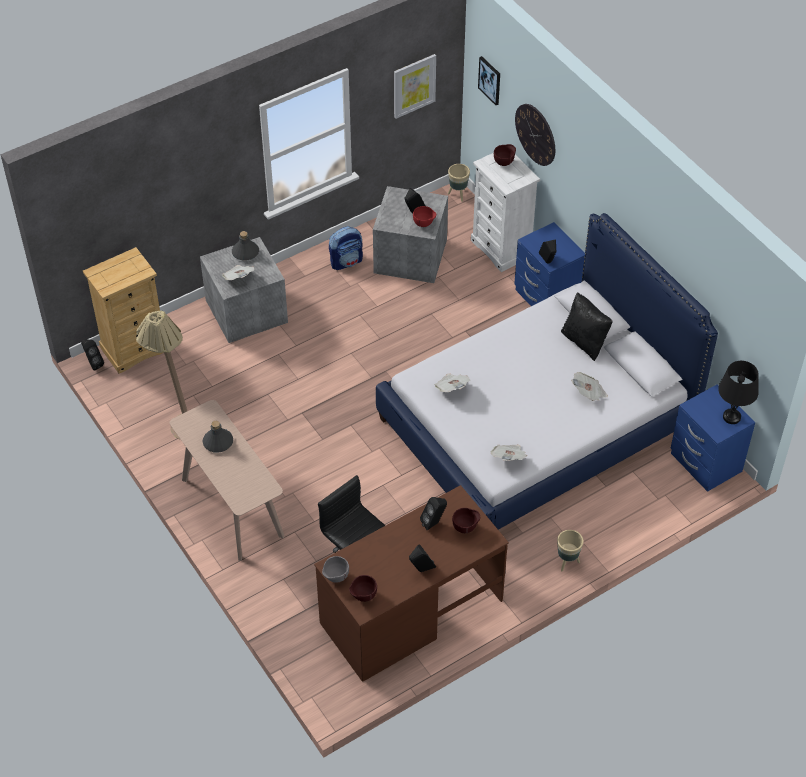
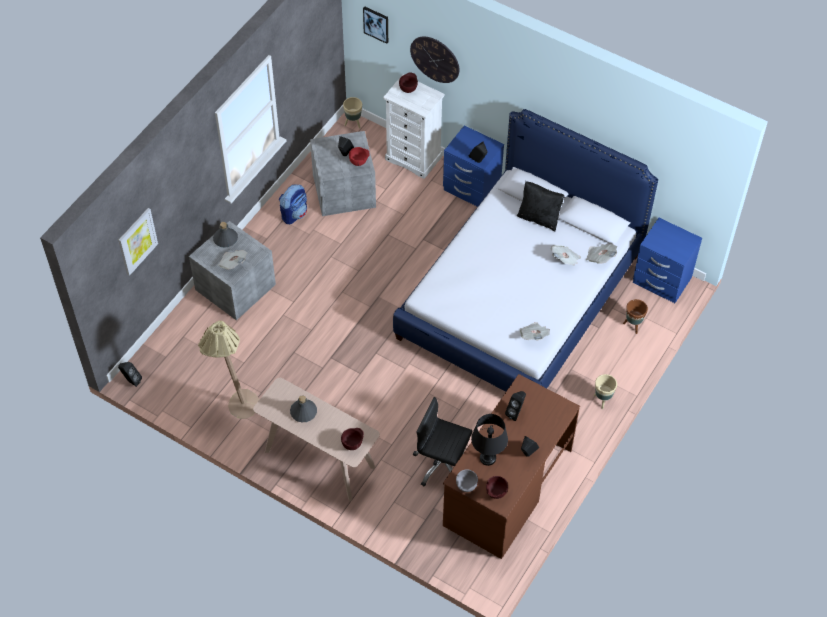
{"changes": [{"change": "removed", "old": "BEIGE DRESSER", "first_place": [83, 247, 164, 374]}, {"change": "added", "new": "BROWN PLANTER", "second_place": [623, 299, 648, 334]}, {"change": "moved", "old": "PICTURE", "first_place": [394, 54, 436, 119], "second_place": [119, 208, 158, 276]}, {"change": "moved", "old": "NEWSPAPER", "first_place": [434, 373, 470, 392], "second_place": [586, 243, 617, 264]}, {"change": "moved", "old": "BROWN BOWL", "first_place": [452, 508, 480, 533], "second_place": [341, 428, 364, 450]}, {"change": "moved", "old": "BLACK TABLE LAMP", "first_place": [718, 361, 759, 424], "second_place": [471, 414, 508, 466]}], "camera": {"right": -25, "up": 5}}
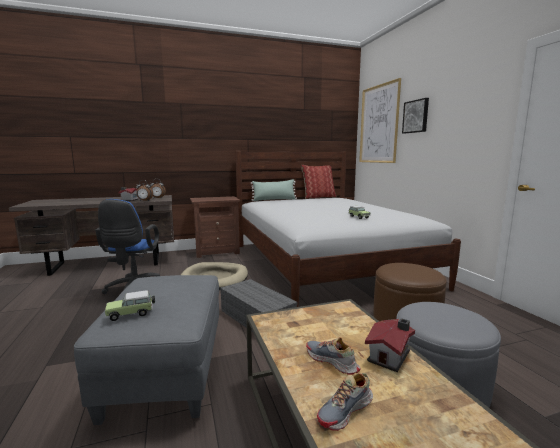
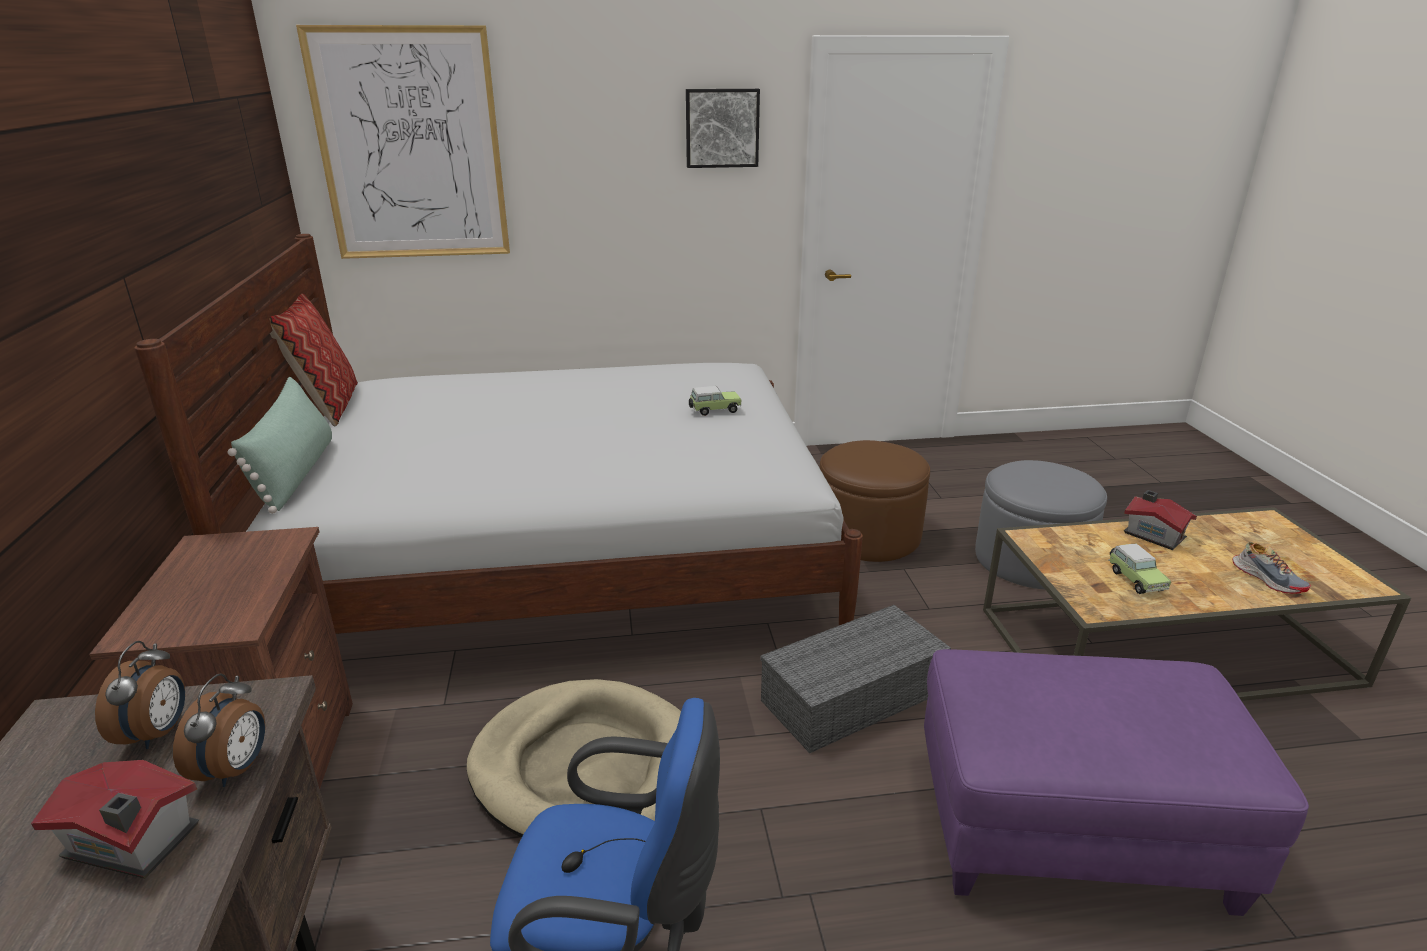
{"changes": [{"change": "removed", "old": "SHOE", "first_place": [306, 338, 361, 375]}, {"change": "moved", "old": "TOY CAR", "first_place": [105, 290, 155, 321], "second_place": [1108, 544, 1171, 594]}, {"change": "moved", "old": "PICTURE", "first_place": [402, 98, 429, 134], "second_place": [686, 89, 760, 168]}, {"change": "recoloured", "old": "GREY OTTOMAN", "new": "PURPLE OTTOMAN", "first_place": [74, 275, 219, 425], "second_place": [924, 649, 1309, 916]}], "camera": {"right": -80, "up": 15}}
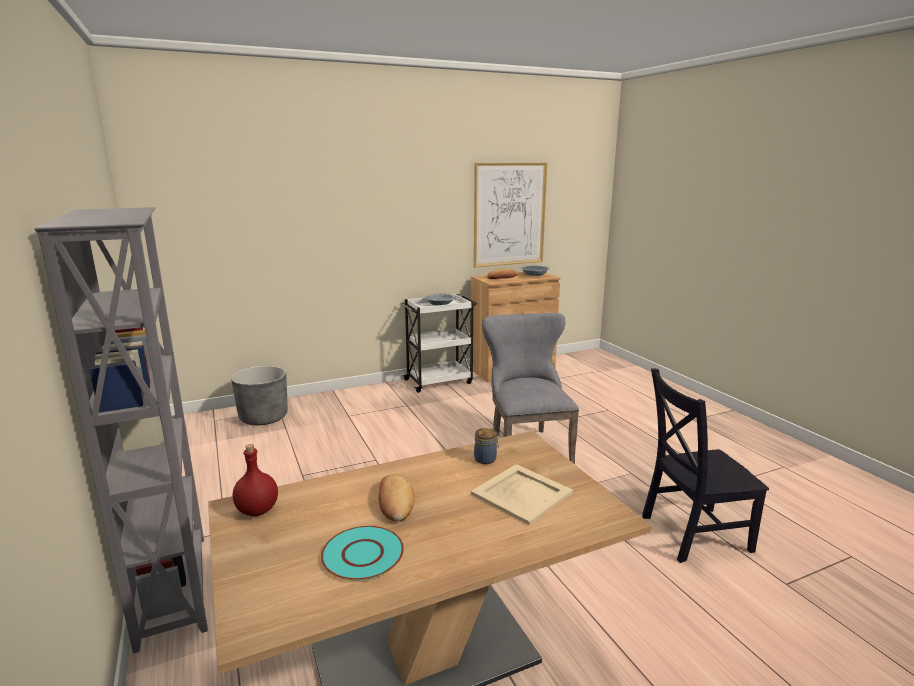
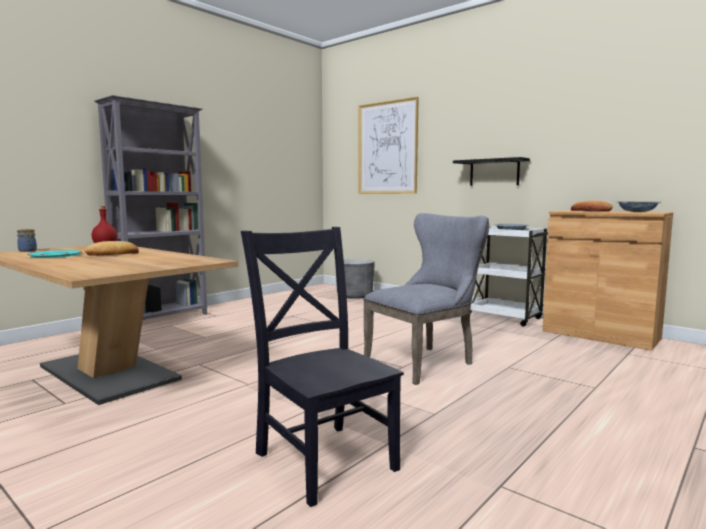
{"changes": [{"change": "removed", "old": "BEIGE TRAY", "first_place": [471, 464, 573, 525]}, {"change": "added", "new": "BLACK SHELF", "second_place": [453, 157, 530, 186]}, {"change": "moved", "old": "PICTURE", "first_place": [474, 162, 548, 267], "second_place": [358, 97, 419, 194]}, {"change": "moved", "old": "JAR", "first_place": [474, 428, 499, 464], "second_place": [17, 229, 37, 252]}], "camera": {"right": 65, "up": -10}}
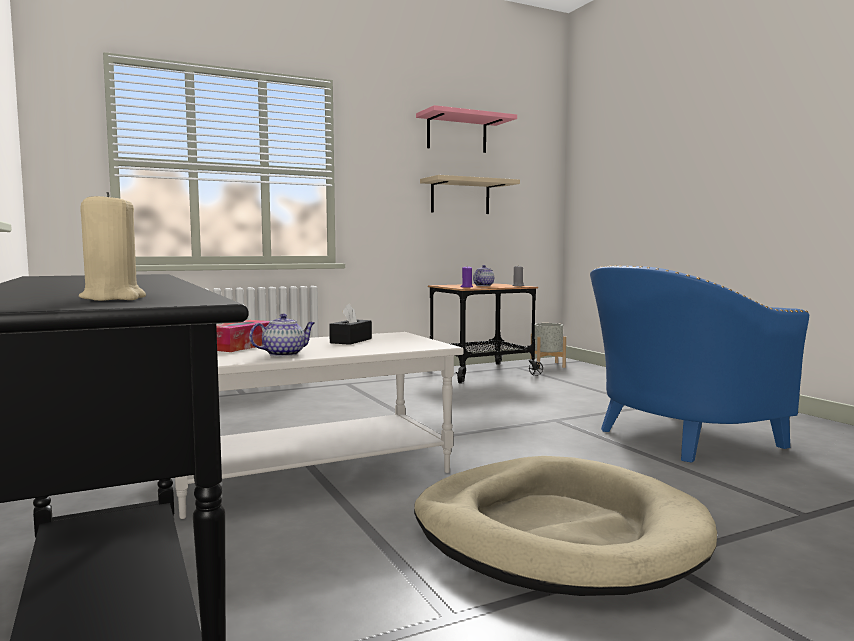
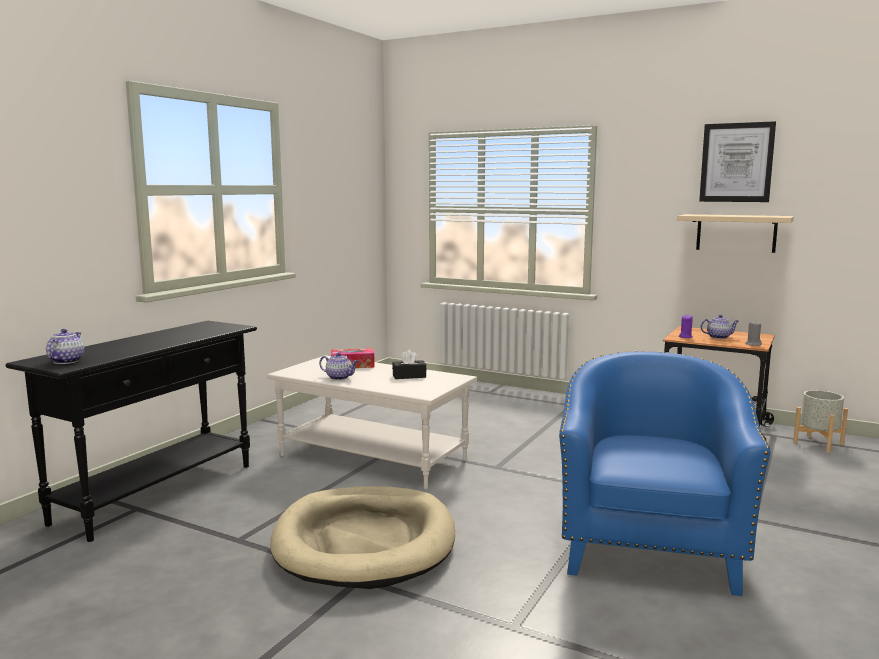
{"changes": [{"change": "replaced", "old": "BEIGE CANDLE", "new": "TEAPOT", "first_place": [79, 192, 146, 301], "second_place": [46, 329, 84, 364]}, {"change": "replaced", "old": "PINK SHELF", "new": "PICTURE", "first_place": [416, 105, 517, 153], "second_place": [699, 121, 776, 202]}, {"change": "turned", "old": "BLUE ARMCHAIR", "first_place": [590, 265, 809, 463], "second_place": [559, 351, 771, 596], "degrees": 75}], "camera": {"right": 55, "up": 5}}
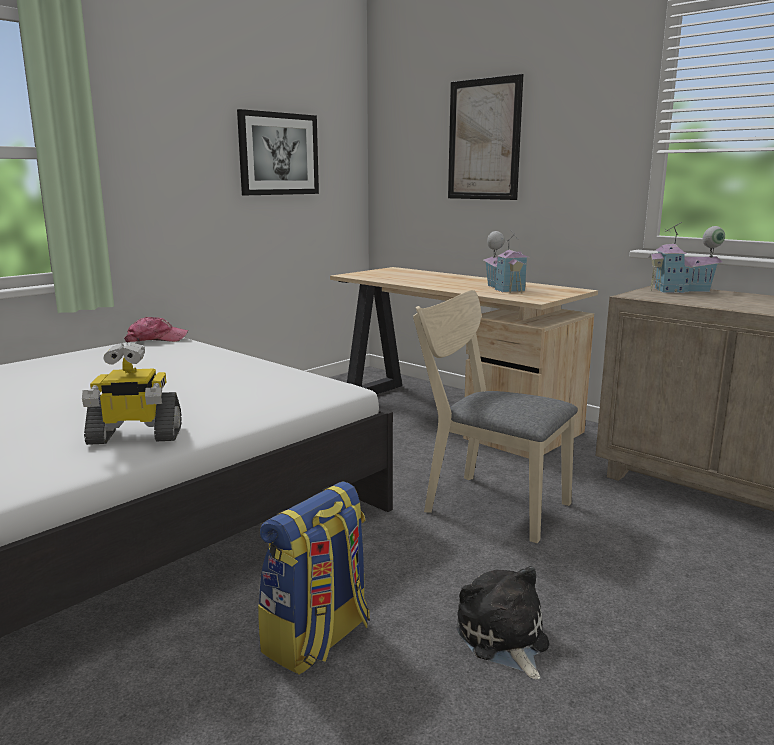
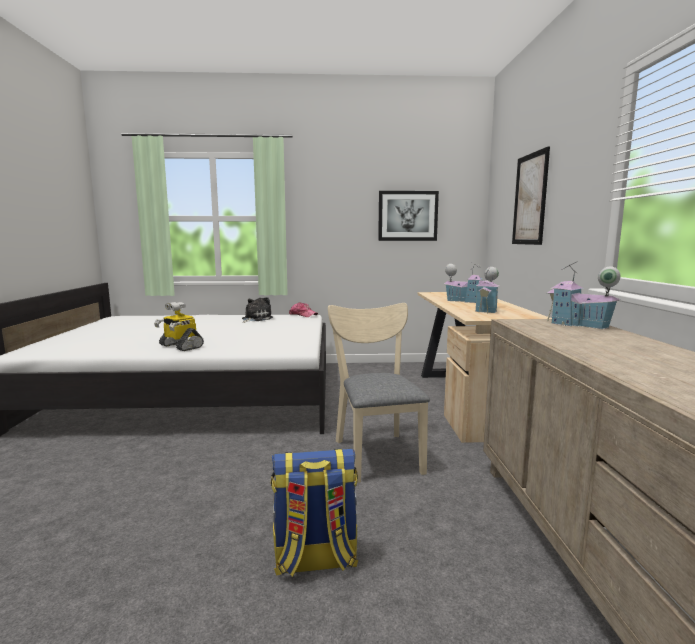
{"changes": [{"change": "added", "new": "TOY HOUSE", "second_place": [444, 262, 484, 303]}, {"change": "moved", "old": "BACKPACK", "first_place": [258, 481, 370, 675], "second_place": [271, 449, 358, 577]}, {"change": "moved", "old": "PLUSH TOY", "first_place": [457, 566, 549, 680], "second_place": [242, 297, 273, 323]}], "camera": {"right": 45, "up": -5}}
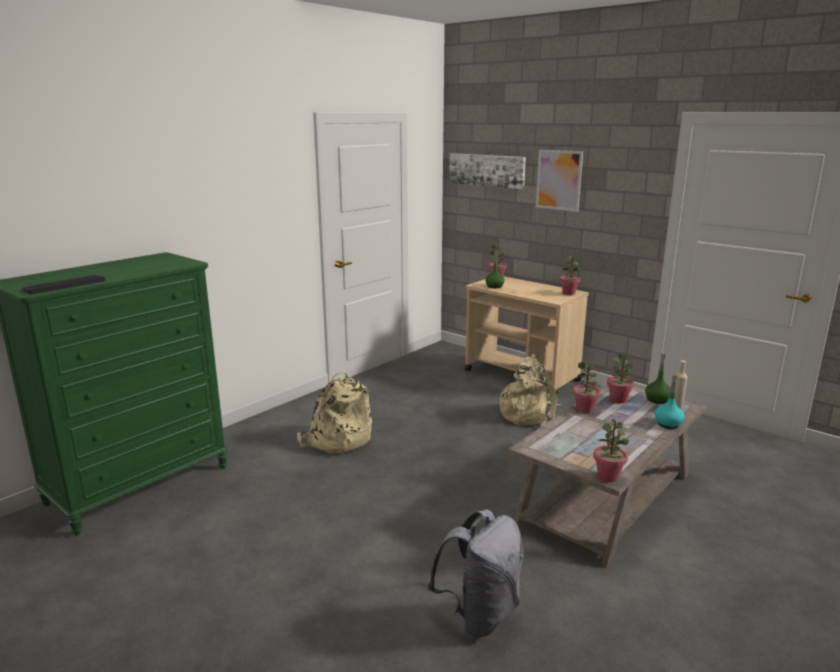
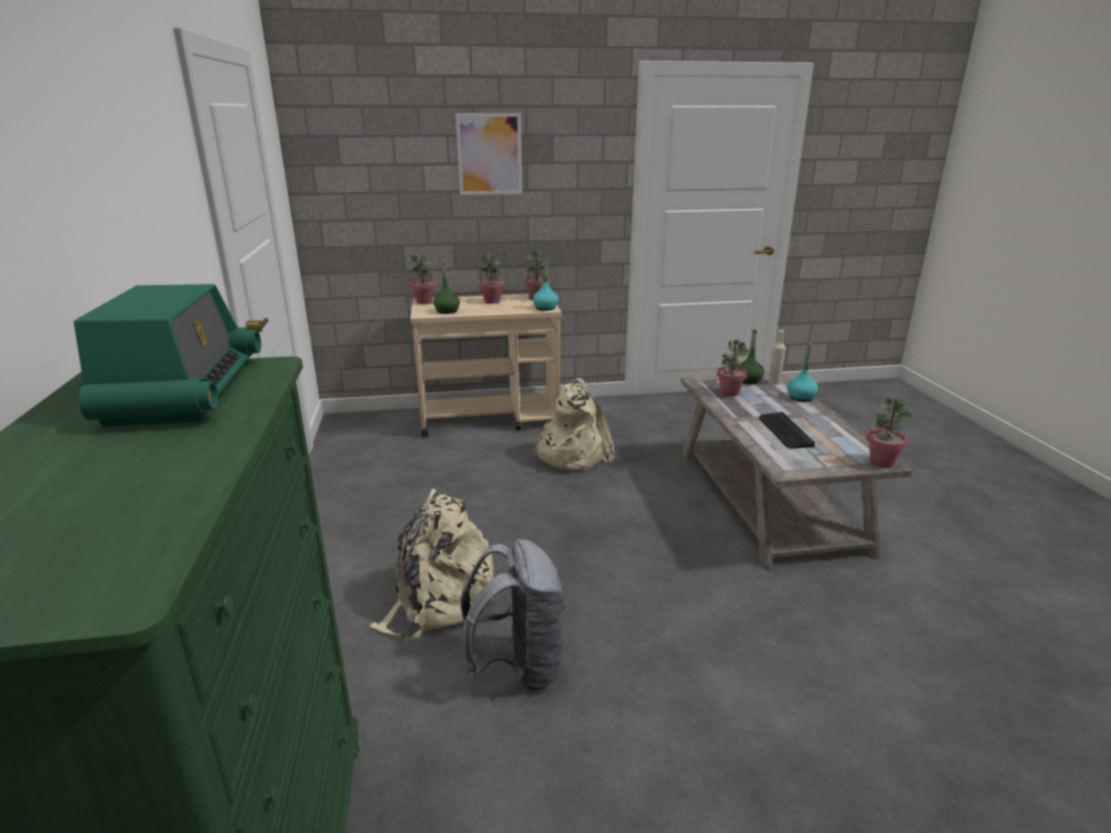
{"changes": [{"change": "removed", "old": "PICTURE", "first_place": [449, 153, 526, 189]}, {"change": "added", "new": "RADIO", "second_place": [74, 284, 261, 427]}, {"change": "added", "new": "TURQUOISE BOTTLE", "second_place": [533, 258, 559, 311]}, {"change": "moved", "old": "KEYBOARD", "first_place": [22, 275, 105, 294], "second_place": [759, 412, 815, 449]}, {"change": "moved", "old": "GREY BACKPACK", "first_place": [428, 509, 524, 637], "second_place": [460, 539, 565, 691]}, {"change": "moved", "old": "POTTED PLANT", "first_place": [573, 362, 601, 413], "second_place": [479, 253, 504, 304]}], "camera": {"right": -50, "up": 5}}
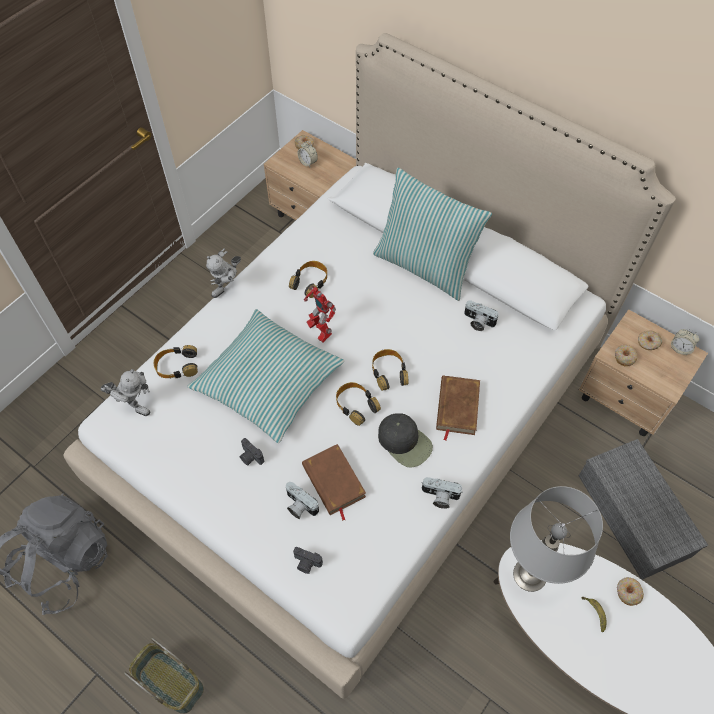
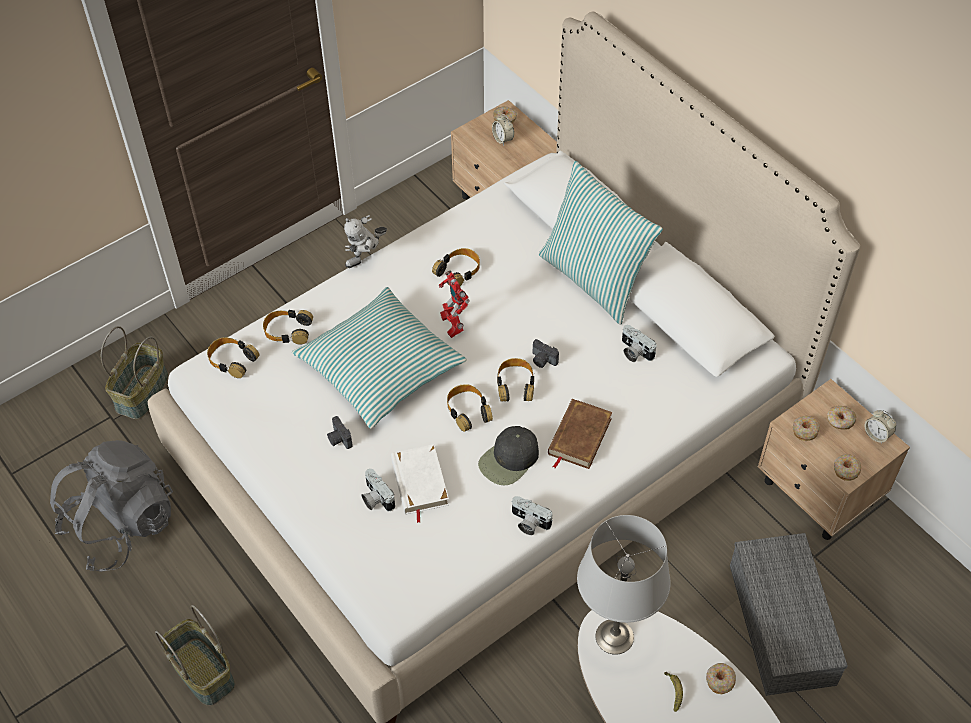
{"changes": [{"change": "added", "new": "BASKET", "second_place": [101, 326, 168, 419]}, {"change": "added", "new": "DONUT", "second_place": [834, 454, 861, 481]}, {"change": "moved", "old": "PHOTO CAMERA", "first_place": [293, 547, 323, 574], "second_place": [533, 339, 559, 368]}, {"change": "replaced", "old": "TOY ROBOT", "new": "HEADPHONES", "first_place": [101, 369, 150, 416], "second_place": [207, 337, 260, 378]}, {"change": "recoloured", "old": "BROWN BOOK", "new": "WHITE BOOK", "first_place": [302, 444, 366, 521], "second_place": [391, 444, 449, 523]}, {"change": "turned", "old": "BLACK CAP", "first_place": [378, 413, 433, 468], "second_place": [478, 426, 539, 486], "degrees": 75}], "camera": {"right": 15, "up": -5}}
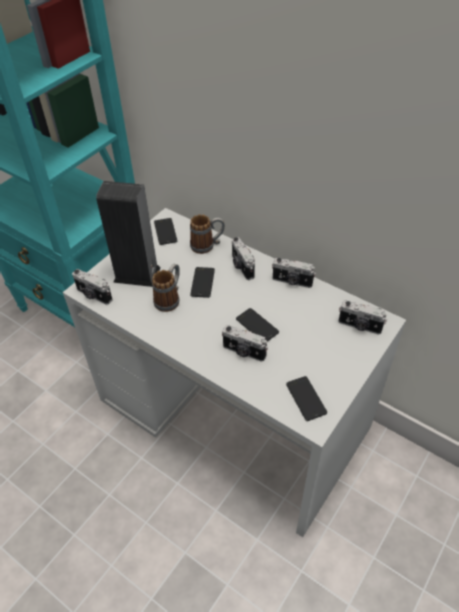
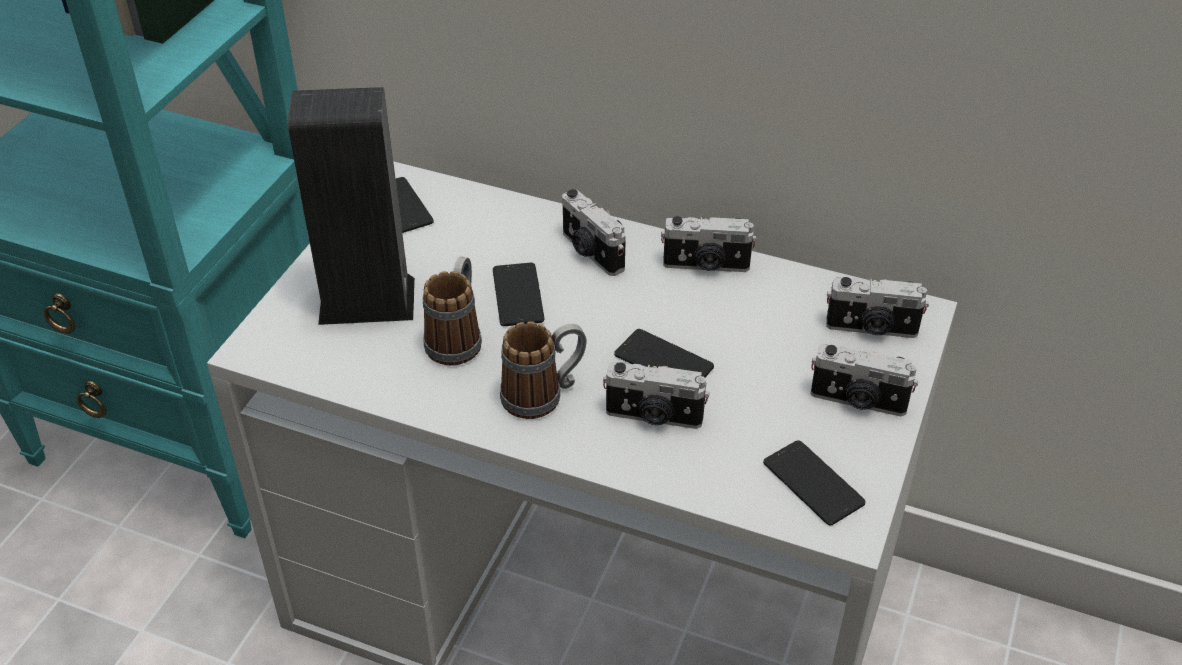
{"changes": [{"change": "moved", "old": "PHOTO CAMERA", "first_place": [72, 269, 112, 305], "second_place": [811, 344, 918, 416]}, {"change": "moved", "old": "MUG", "first_place": [190, 214, 225, 254], "second_place": [500, 321, 587, 419]}], "camera": {"right": -15, "up": -5}}
